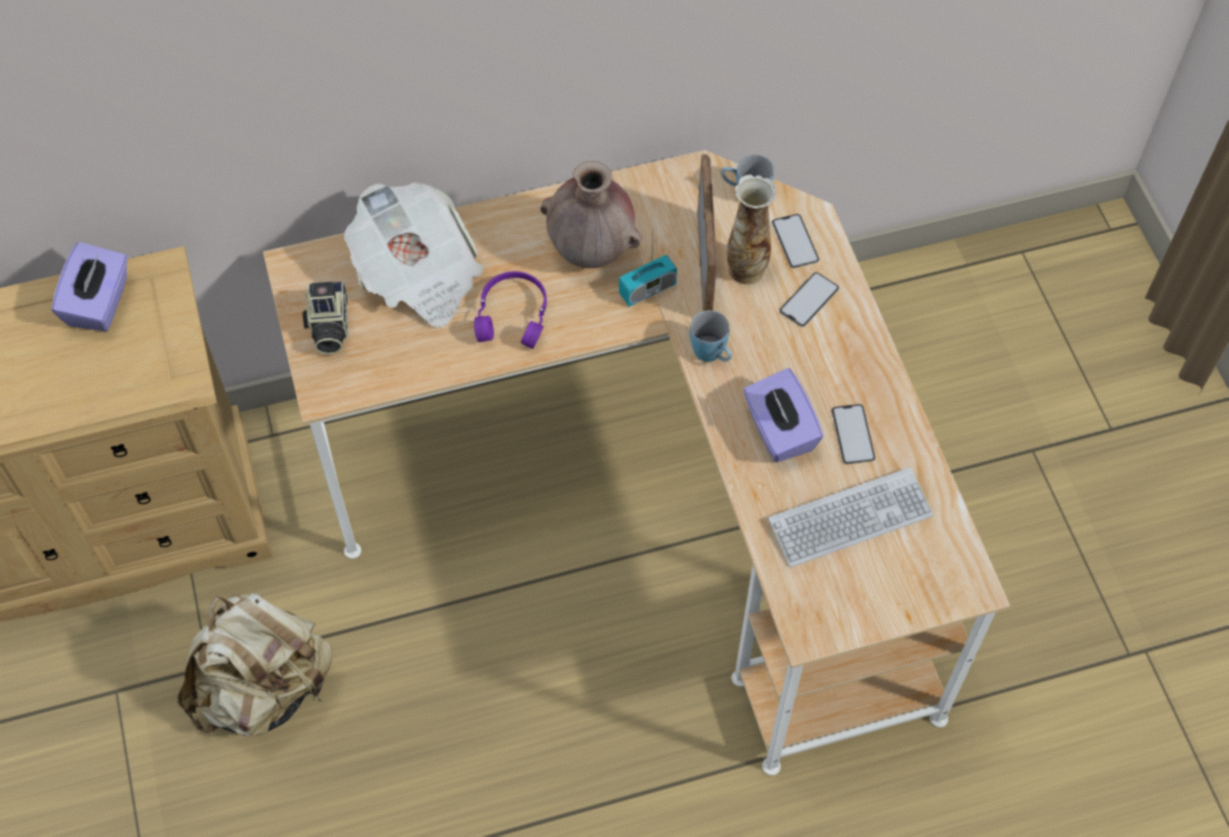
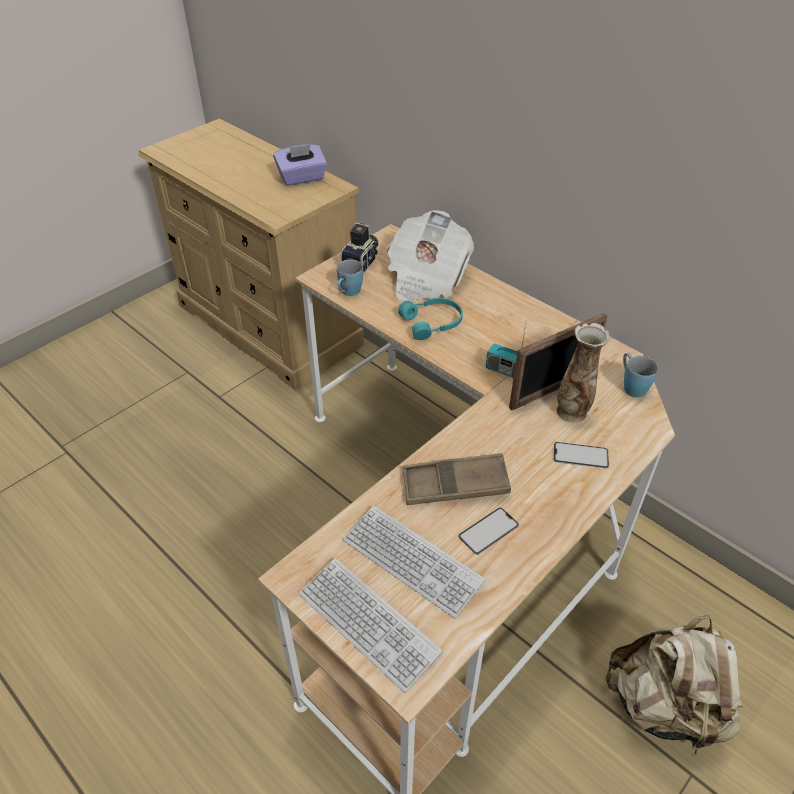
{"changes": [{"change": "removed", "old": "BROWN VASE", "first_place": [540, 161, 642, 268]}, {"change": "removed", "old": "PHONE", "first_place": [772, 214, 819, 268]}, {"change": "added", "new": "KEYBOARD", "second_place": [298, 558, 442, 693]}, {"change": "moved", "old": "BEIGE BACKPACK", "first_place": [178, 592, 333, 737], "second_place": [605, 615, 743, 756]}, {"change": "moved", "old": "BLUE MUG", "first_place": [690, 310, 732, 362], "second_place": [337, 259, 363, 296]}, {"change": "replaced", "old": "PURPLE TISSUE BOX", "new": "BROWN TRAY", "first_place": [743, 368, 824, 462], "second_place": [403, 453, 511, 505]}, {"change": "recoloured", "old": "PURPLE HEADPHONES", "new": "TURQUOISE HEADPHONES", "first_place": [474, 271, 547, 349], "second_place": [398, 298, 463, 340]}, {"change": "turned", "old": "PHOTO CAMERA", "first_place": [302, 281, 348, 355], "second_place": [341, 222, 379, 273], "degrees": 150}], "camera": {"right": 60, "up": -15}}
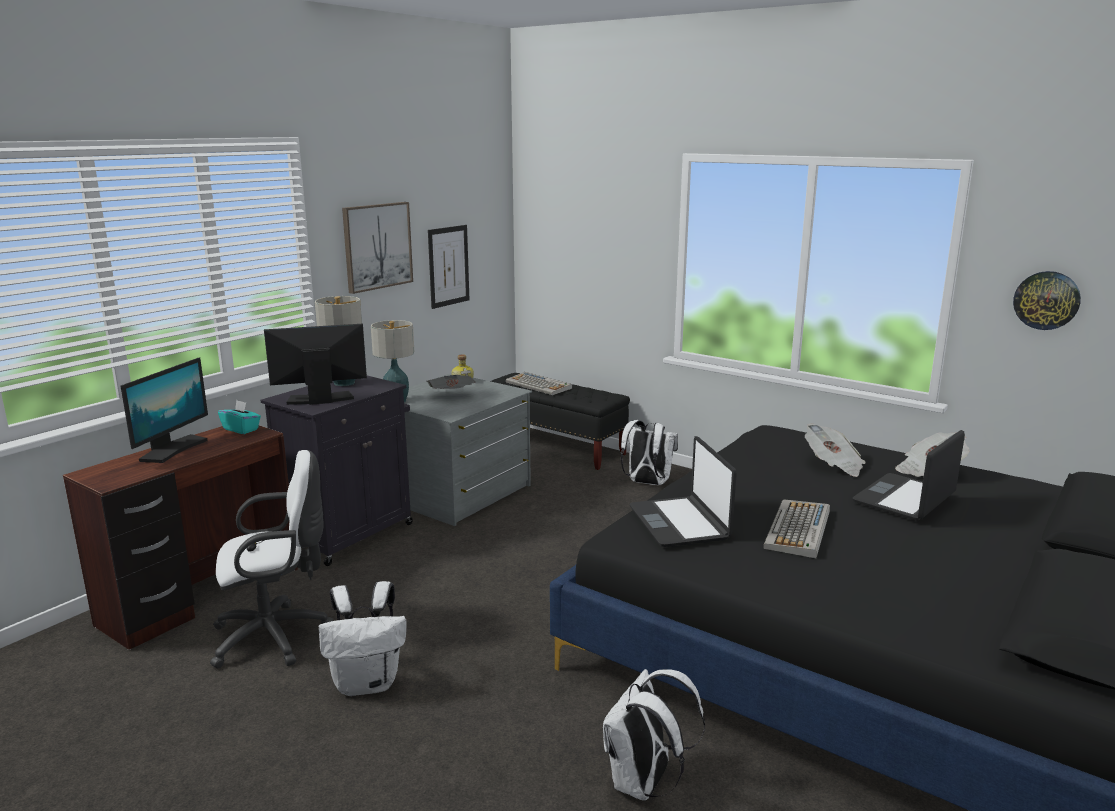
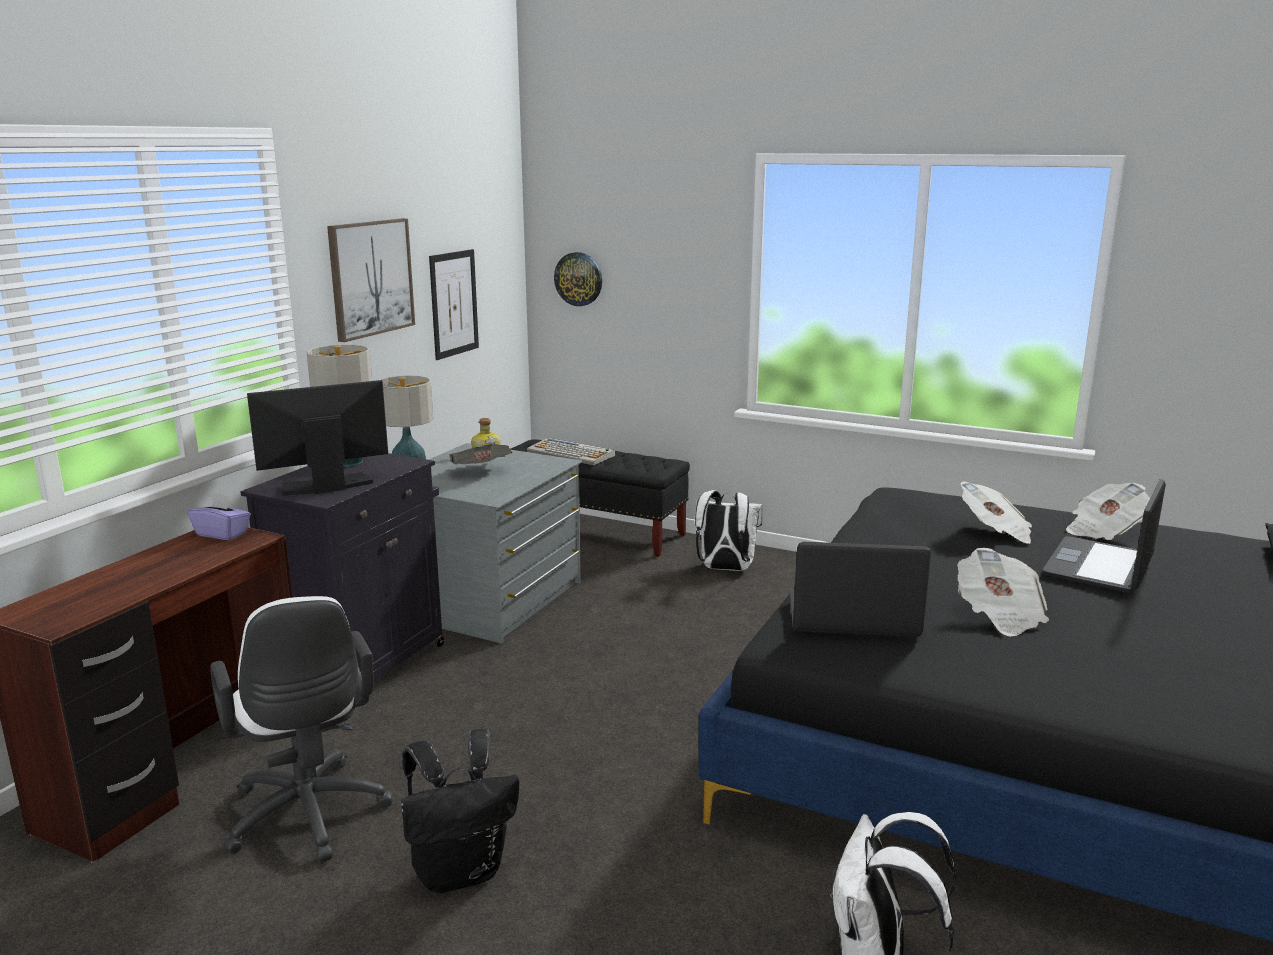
{"changes": [{"change": "removed", "old": "MONITOR", "first_place": [121, 357, 208, 463]}, {"change": "moved", "old": "WALL CLOCK", "first_place": [1013, 271, 1081, 330], "second_place": [554, 252, 602, 306]}, {"change": "replaced", "old": "KEYBOARD", "new": "NEWSPAPER", "first_place": [763, 499, 830, 558], "second_place": [957, 548, 1049, 637]}, {"change": "recoloured", "old": "TURQUOISE TISSUE BOX", "new": "PURPLE TISSUE BOX", "first_place": [218, 400, 261, 434], "second_place": [188, 493, 251, 540]}, {"change": "recoloured", "old": "WHITE BACKPACK", "new": "BLACK BACKPACK", "first_place": [319, 581, 406, 696], "second_place": [401, 729, 519, 893]}, {"change": "turned", "old": "WHITE OFFICE CHAIR", "first_place": [210, 450, 333, 668], "second_place": [210, 596, 393, 862], "degrees": 90}, {"change": "turned", "old": "LAPTOP", "first_place": [630, 436, 737, 547], "second_place": [790, 542, 931, 637], "degrees": 120}], "camera": {"right": -10, "up": 0}}
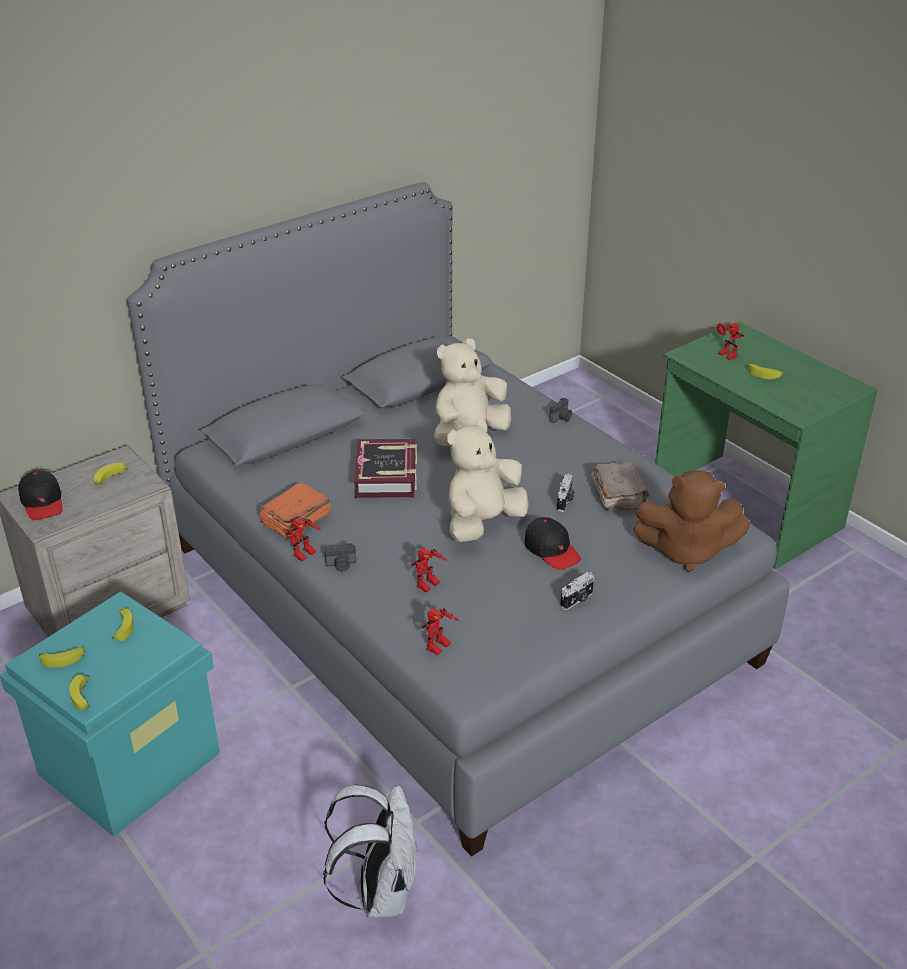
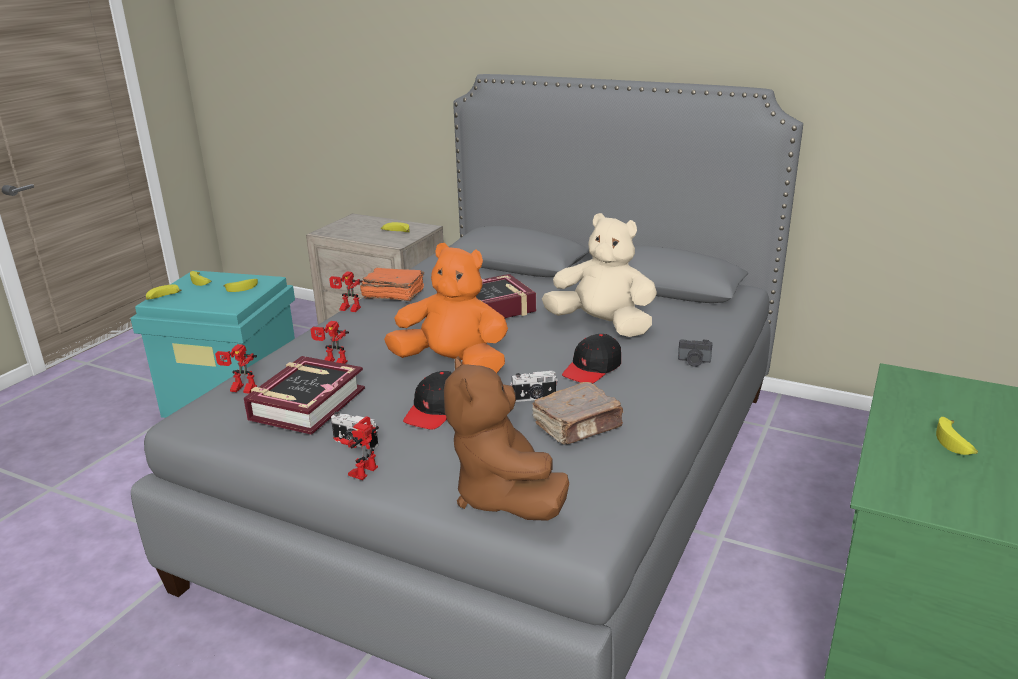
{"changes": [{"change": "removed", "old": "WHITE BACKPACK", "first_place": [323, 785, 418, 918]}, {"change": "removed", "old": "PHOTO CAMERA", "first_place": [324, 543, 356, 572]}, {"change": "added", "new": "BOOK", "second_place": [244, 356, 365, 435]}, {"change": "moved", "old": "BLACK CAP", "first_place": [18, 470, 62, 520], "second_place": [562, 334, 621, 383]}, {"change": "moved", "old": "TOY ROBOT", "first_place": [717, 323, 744, 360], "second_place": [333, 416, 379, 480]}, {"change": "recoloured", "old": "BEIGE PLUSH TOY", "new": "ORANGE PLUSH TOY", "first_place": [447, 420, 529, 543], "second_place": [384, 243, 508, 373]}], "camera": {"right": 65, "up": -10}}
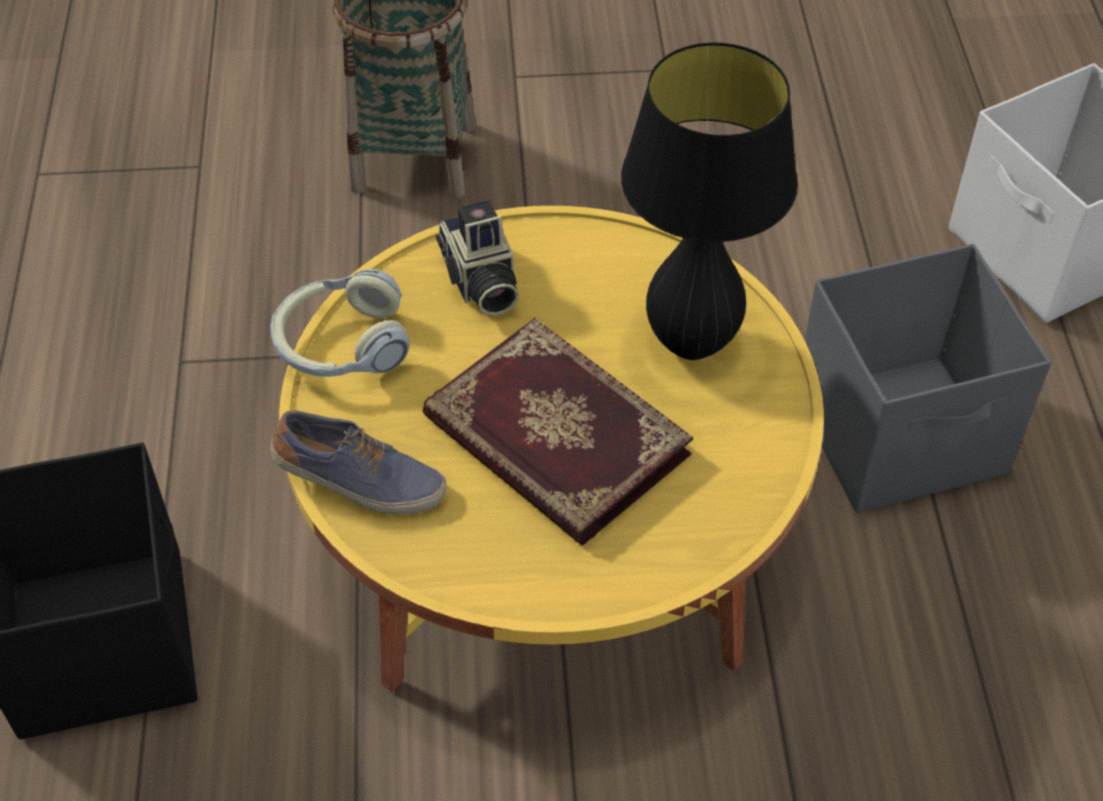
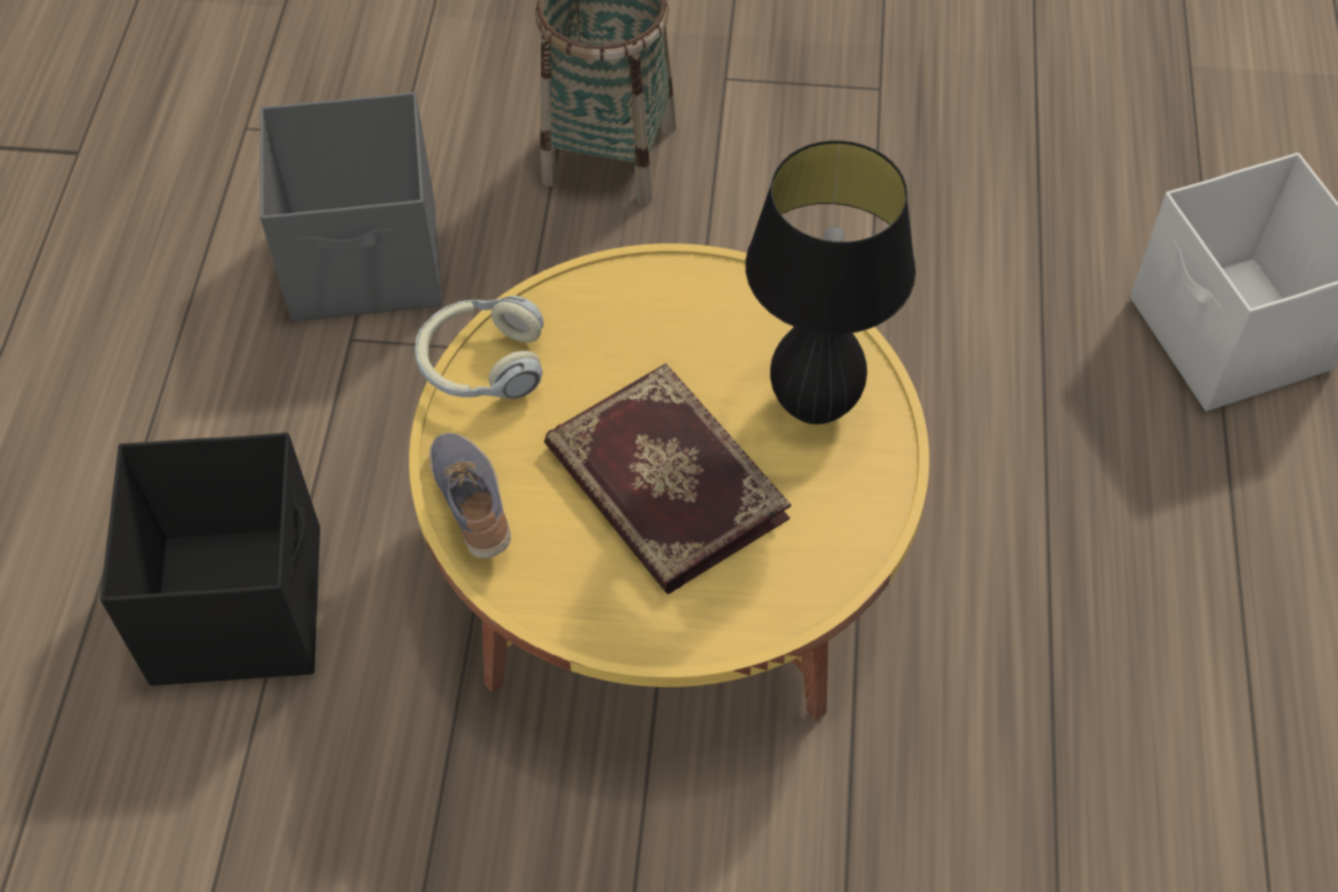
{"changes": [{"change": "removed", "old": "PHOTO CAMERA", "first_place": [436, 200, 519, 316]}, {"change": "moved", "old": "GREY STORAGE BOX", "first_place": [804, 244, 1051, 513], "second_place": [260, 92, 442, 321]}, {"change": "turned", "old": "SHOE", "first_place": [270, 410, 447, 514], "second_place": [429, 433, 511, 559], "degrees": -135}], "camera": {"right": 10, "up": 5}}
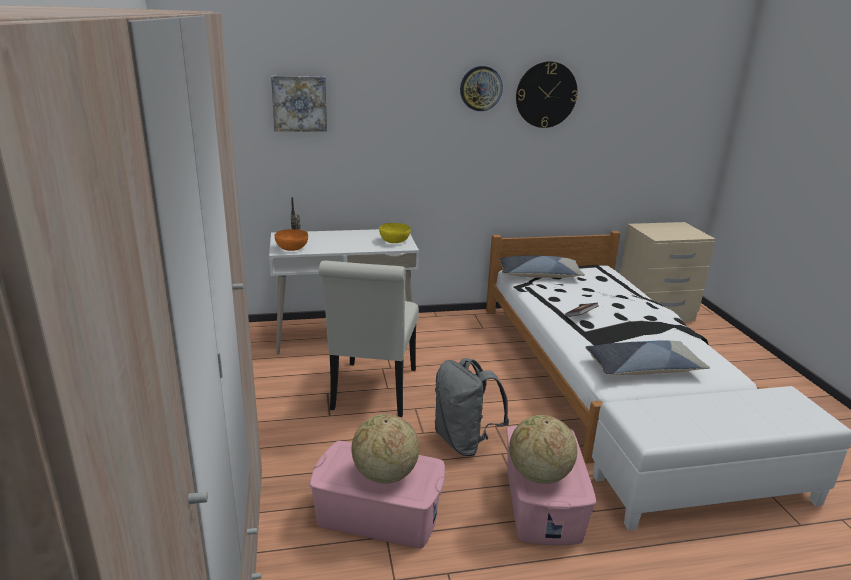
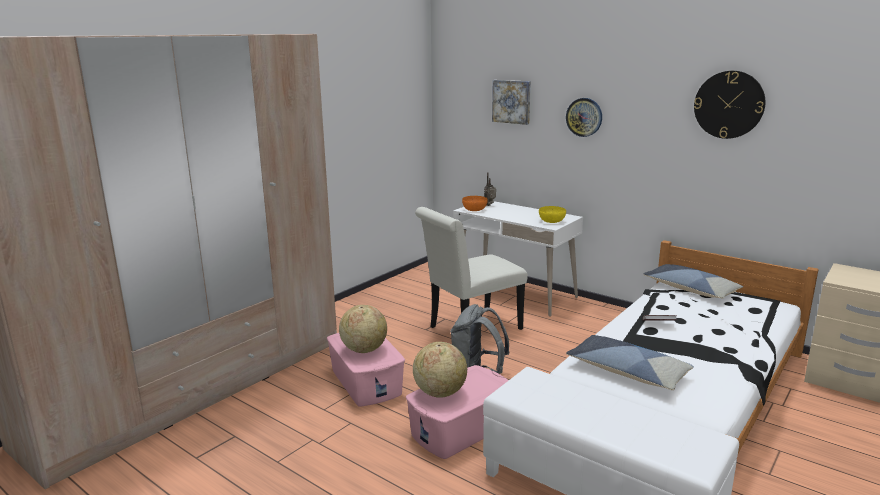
{"changes": [{"change": "moved", "old": "WALL CLOCK", "first_place": [460, 66, 503, 111], "second_place": [566, 98, 602, 137]}], "camera": {"right": 50, "up": -5}}
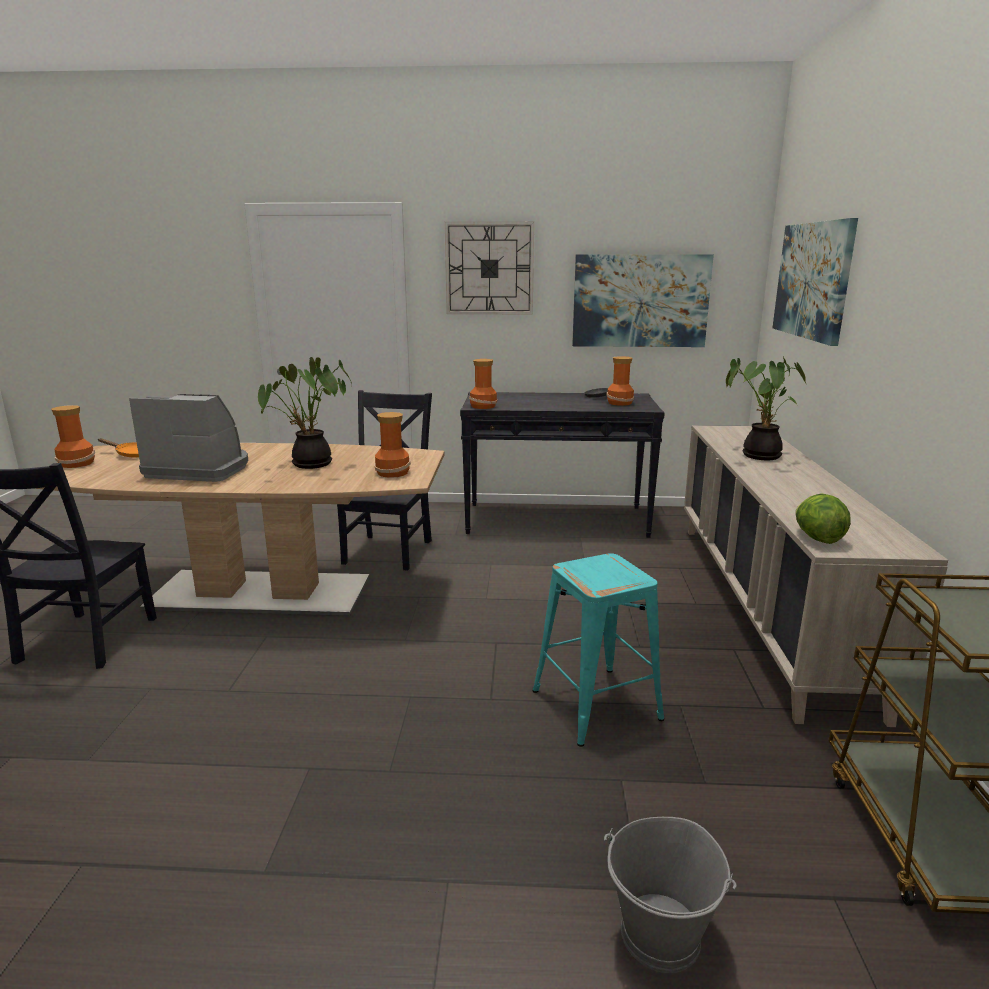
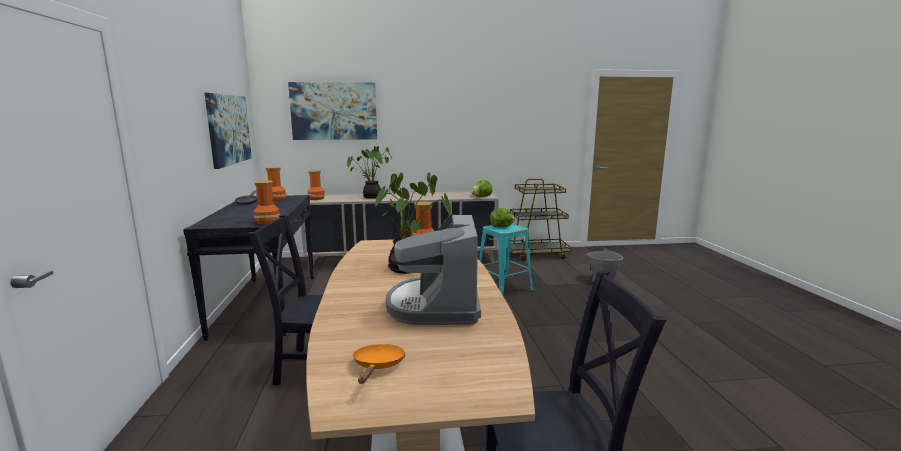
{"changes": [{"change": "removed", "old": "WALL CLOCK", "first_place": [445, 222, 534, 315]}, {"change": "added", "new": "LETTUCE", "second_place": [490, 208, 515, 228]}, {"change": "moved", "old": "VASE", "first_place": [51, 405, 95, 468], "second_place": [307, 170, 325, 200]}], "camera": {"right": -100, "up": -5}}
